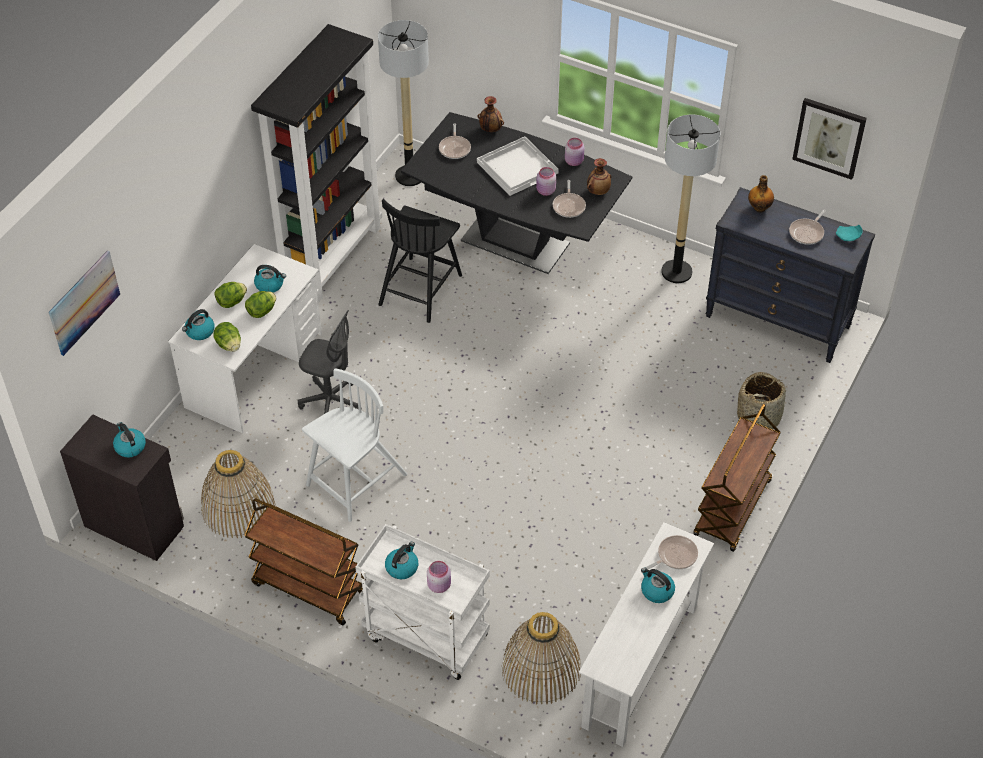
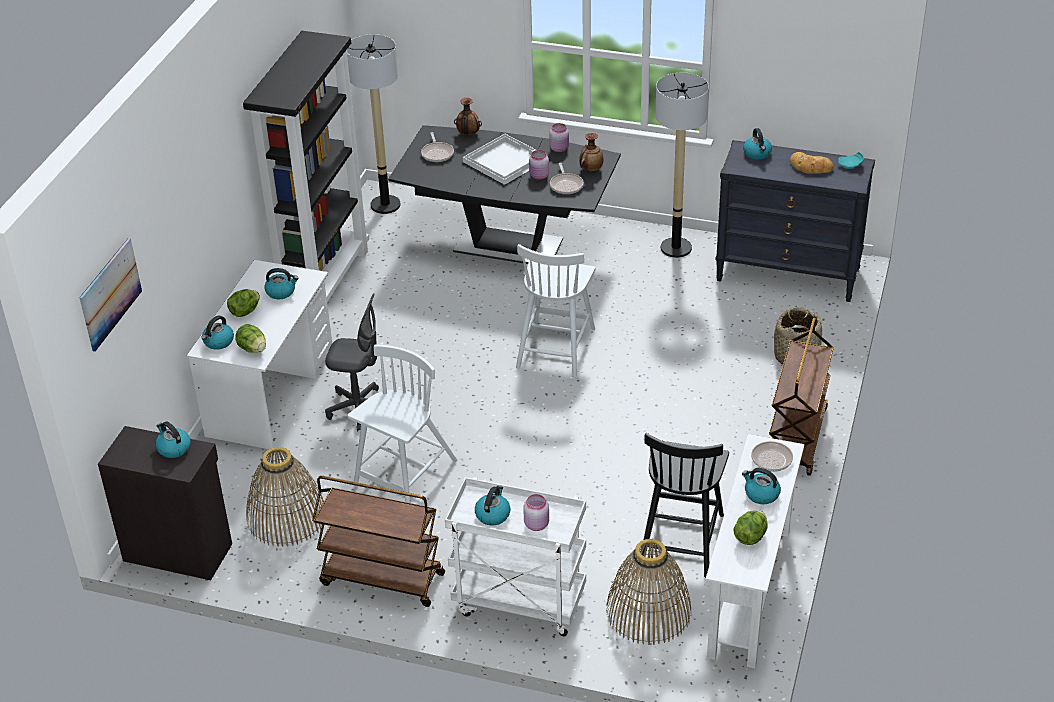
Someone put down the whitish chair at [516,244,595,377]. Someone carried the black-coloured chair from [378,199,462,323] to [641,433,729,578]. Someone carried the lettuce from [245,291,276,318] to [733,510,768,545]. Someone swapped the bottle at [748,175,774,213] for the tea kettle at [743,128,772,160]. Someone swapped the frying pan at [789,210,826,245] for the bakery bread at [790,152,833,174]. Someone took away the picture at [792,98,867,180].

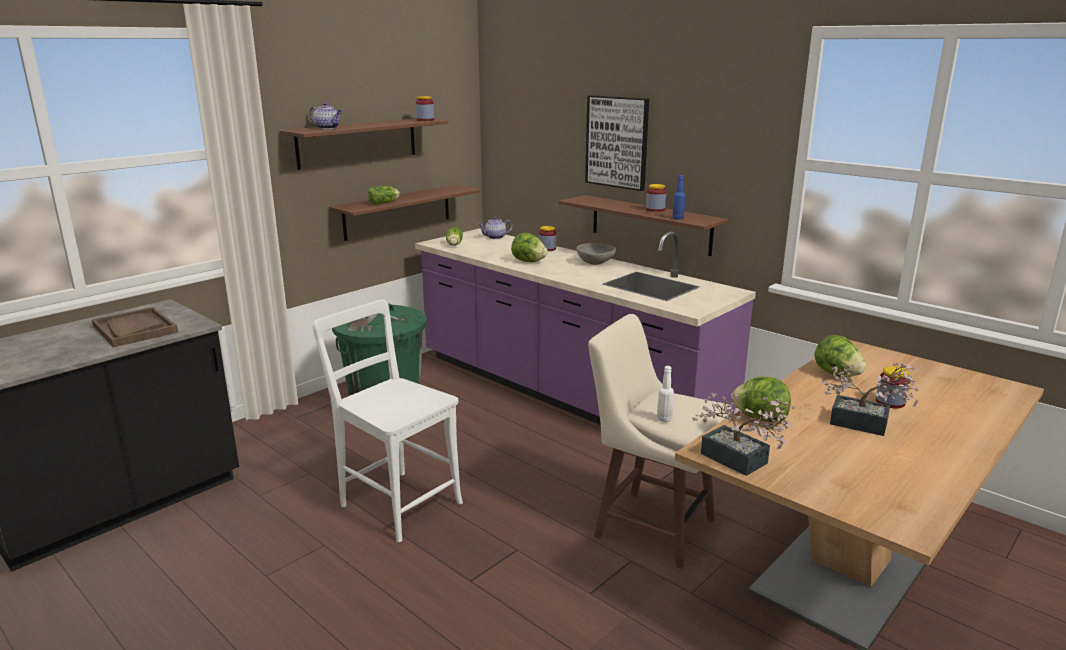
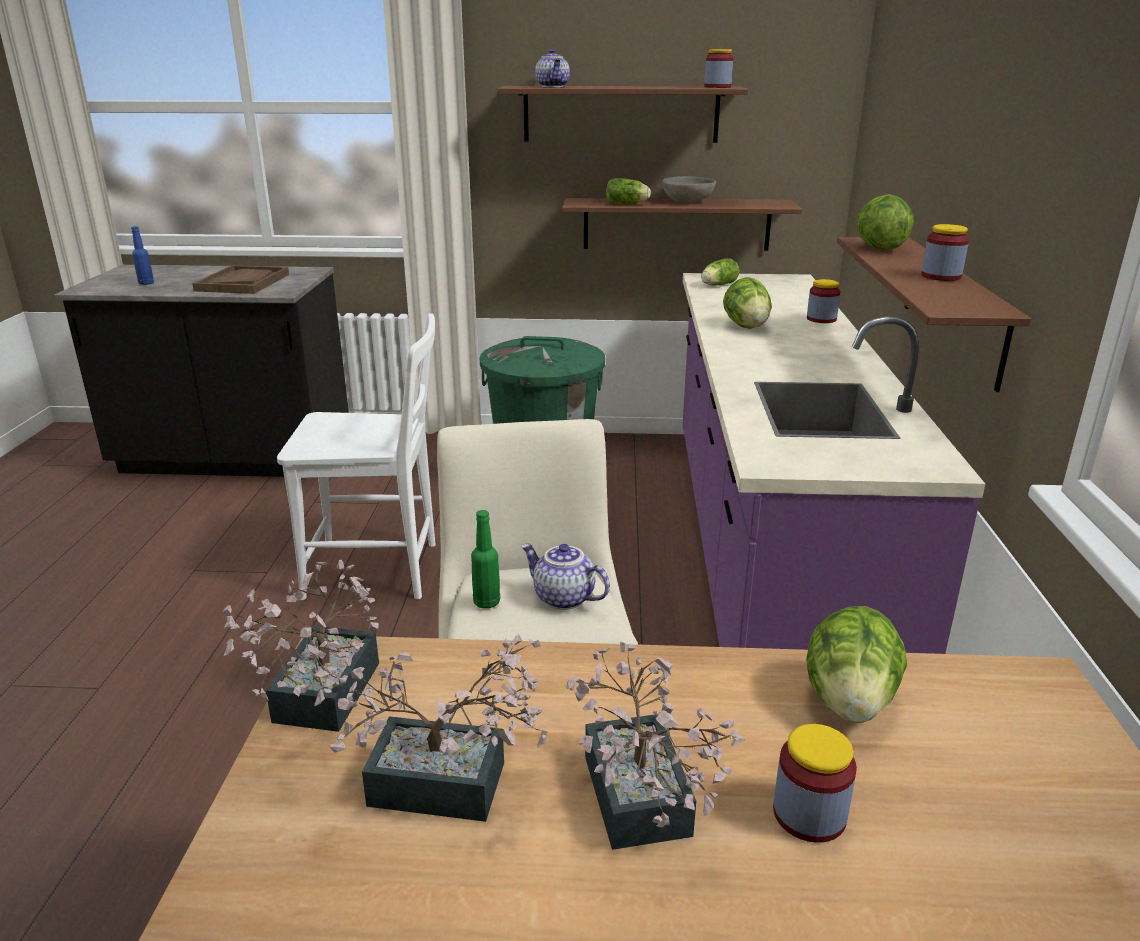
Someone carried the blue-coloured bottle from [672,175,685,219] to [131,226,154,285]. Someone rotated the whitish chair at [313,299,463,542] by 90 degrees clockwise. Someone put down the plant in a pot at [330,634,547,822]. Someone repainted the whitish bottle at [657,366,674,422], which became the green bottle at [471,510,500,609]. Someone carried the tea pot from [478,217,513,239] to [521,544,610,610]. Someone carried the gray deep dish from [576,243,616,265] to [662,176,716,203]. Someone carried the lettuce from [731,376,791,422] to [856,194,914,250]. Someone took away the picture at [585,95,649,191].

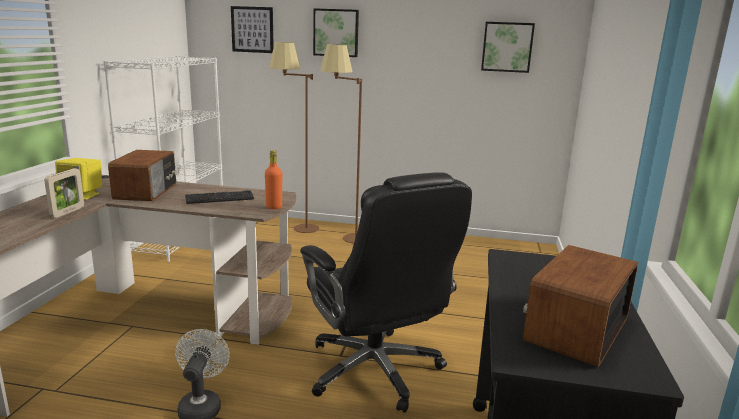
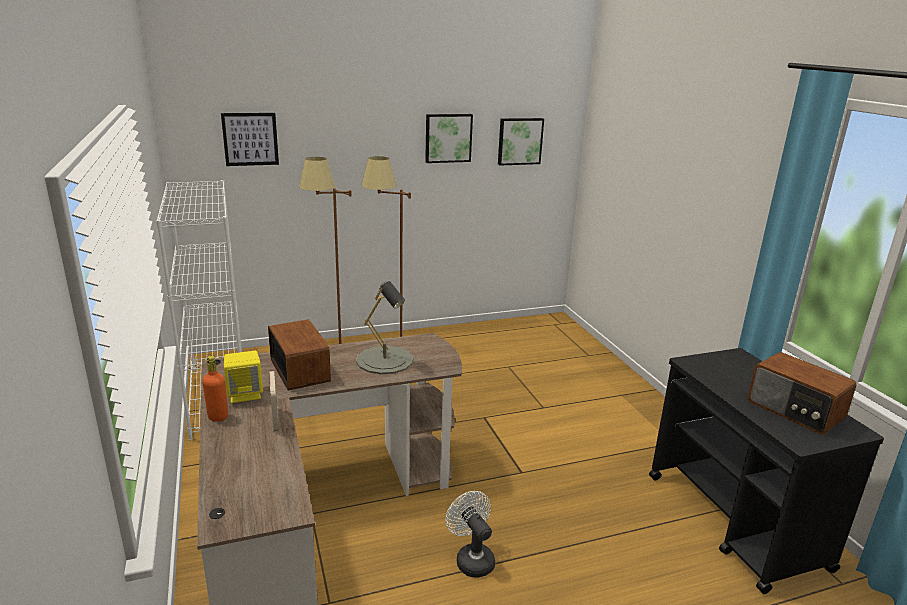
Someone carried the orange bottle from [265,150,282,209] to [202,356,228,422]. Someone swapped the PC keyboard at [185,190,254,204] for the gray tabletop lamp at [356,281,413,374]. Someone carried the picture from [313,8,359,57] to [425,114,473,163]. Someone rotated the radio at [523,245,638,367] by 45 degrees counterclockwise. Someone took away the black-coloured computer chair at [300,172,472,413].

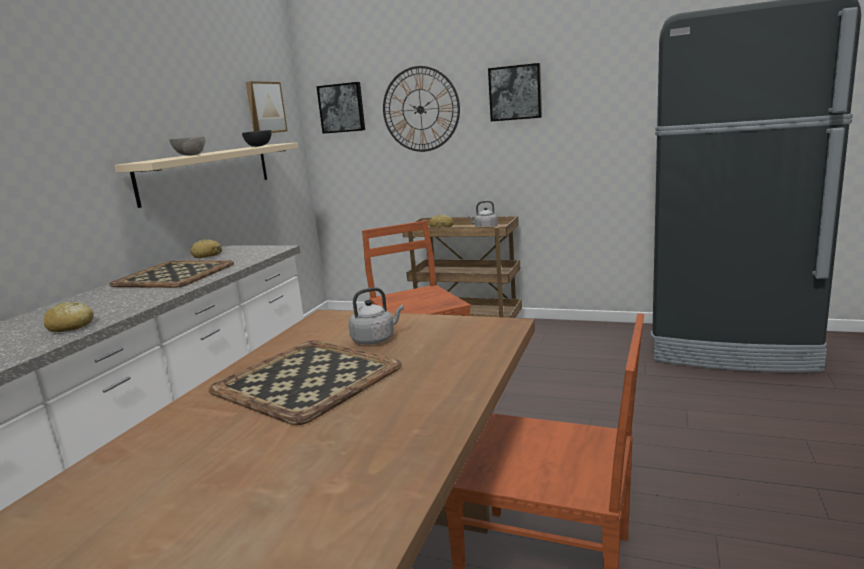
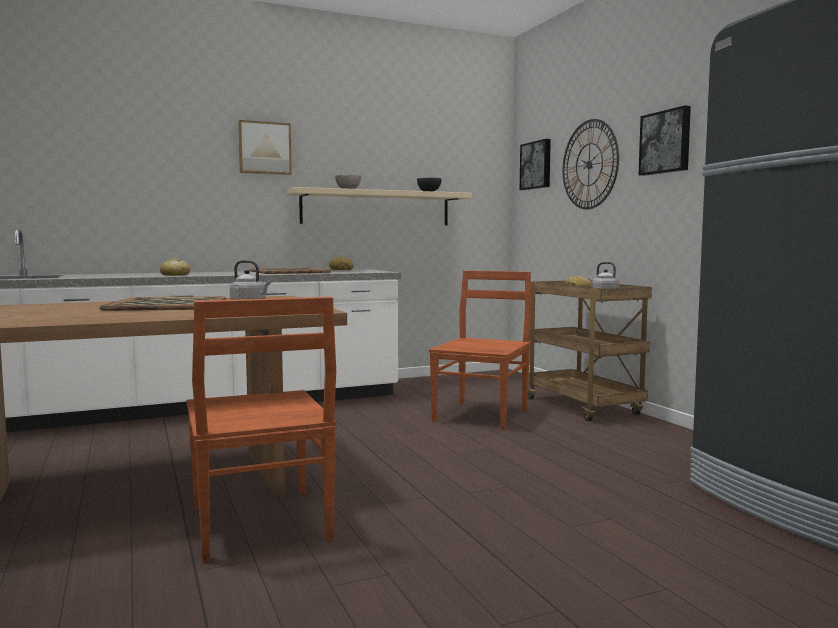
Someone carried the picture from [246,81,287,133] to [238,120,292,175].

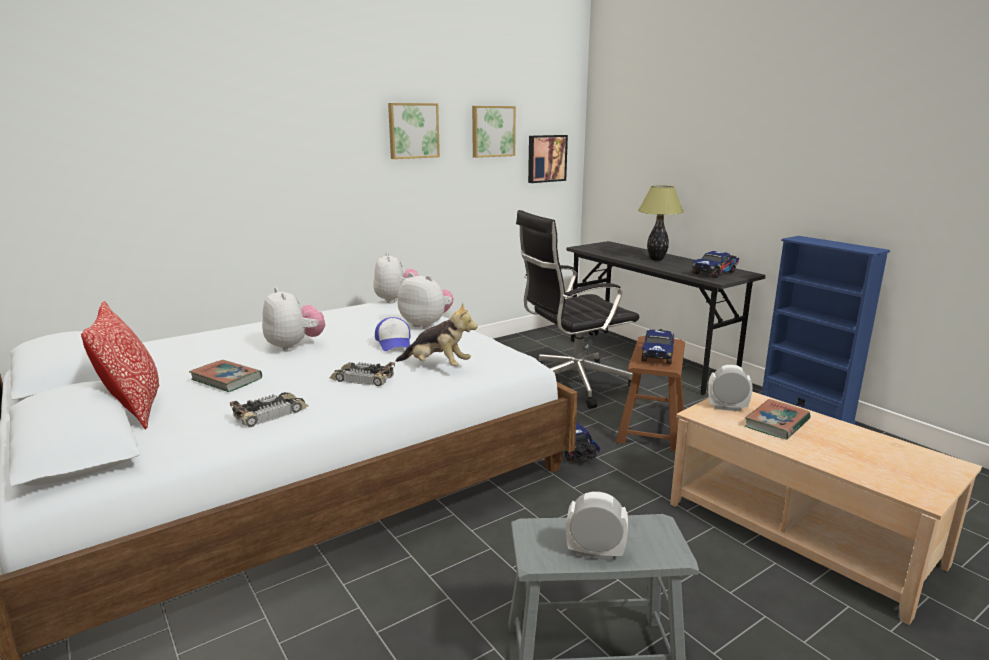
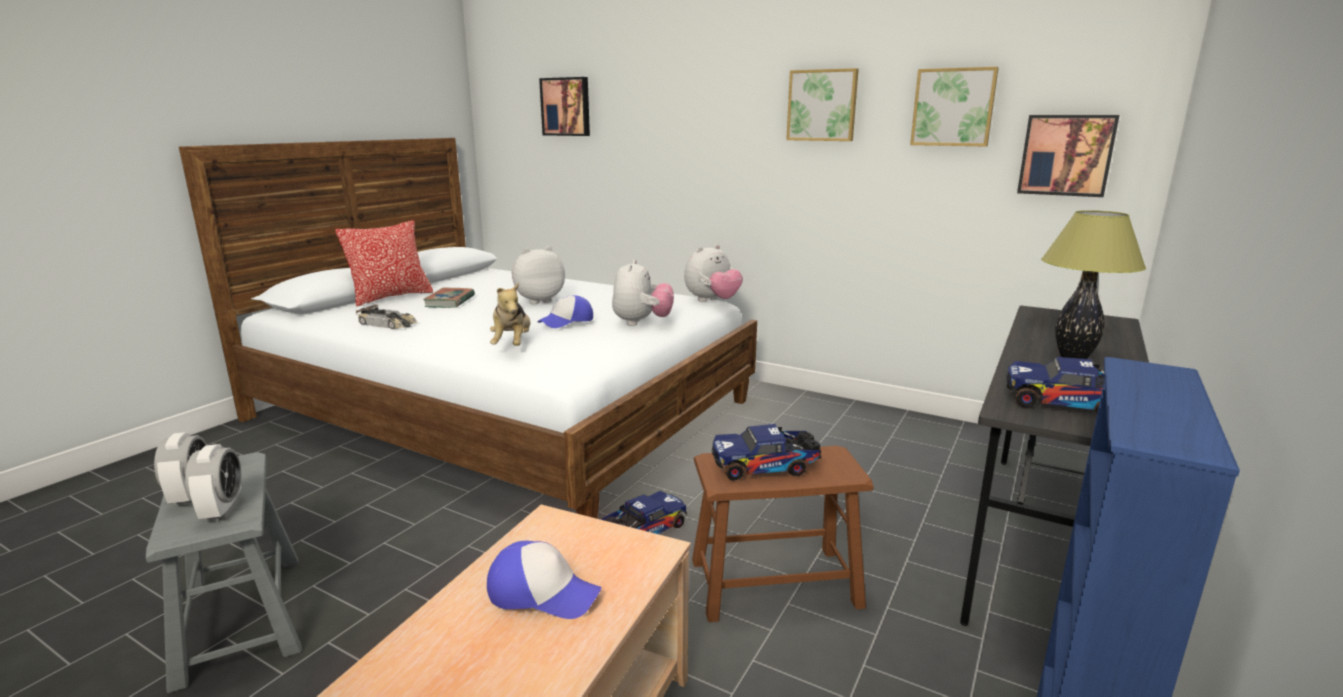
Someone carried the alarm clock from [708,365,753,411] to [185,444,241,521]. Someone swapped the book at [745,399,811,439] for the peaked cap at [487,541,602,619]. Someone rotated the soft toy at [262,287,325,352] by 150 degrees counterclockwise. Someone put up the picture at [539,77,590,136]. Someone took away the miniature car at [329,362,395,386]. Someone took away the black-coloured computer chair at [516,210,639,409].

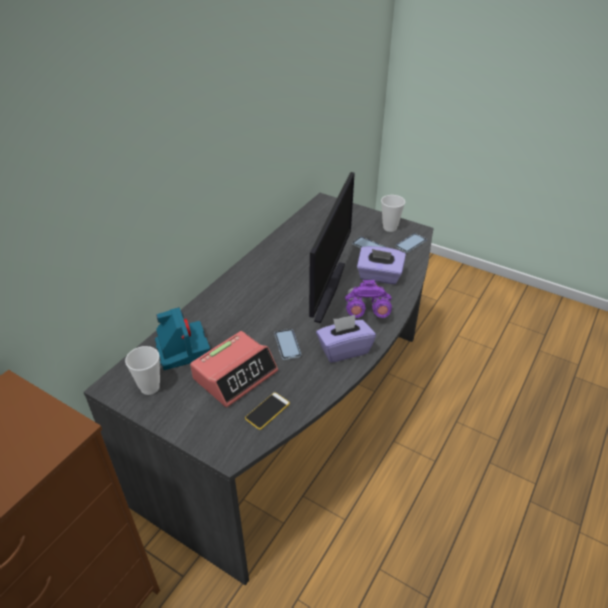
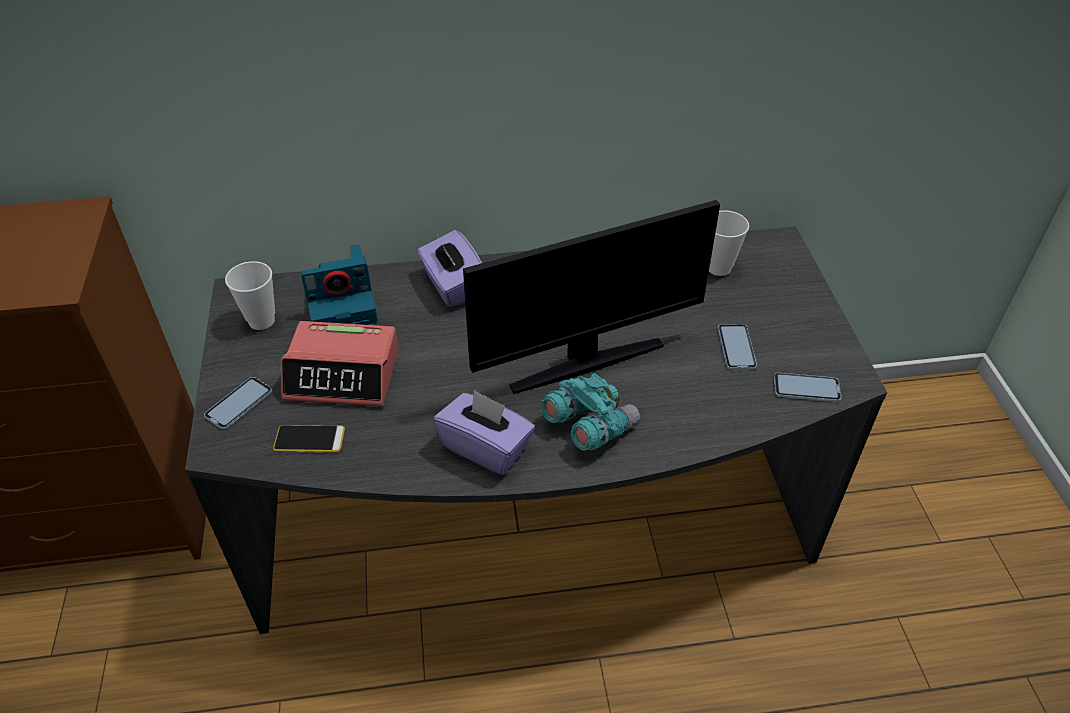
Someone carried the handset from [274,329,301,360] to [204,377,272,430]. Someone rotated the photo camera at [155,307,210,370] by 45 degrees clockwise. Someone carried the purple box of tissues from [357,246,406,284] to [418,230,482,307]. Someone repainted the purple pair of binoculars at [345,280,392,318], which became the turquoise-coloured pair of binoculars at [541,373,640,451]. Someone carried the small cup from [381,195,405,232] to [709,210,749,276].

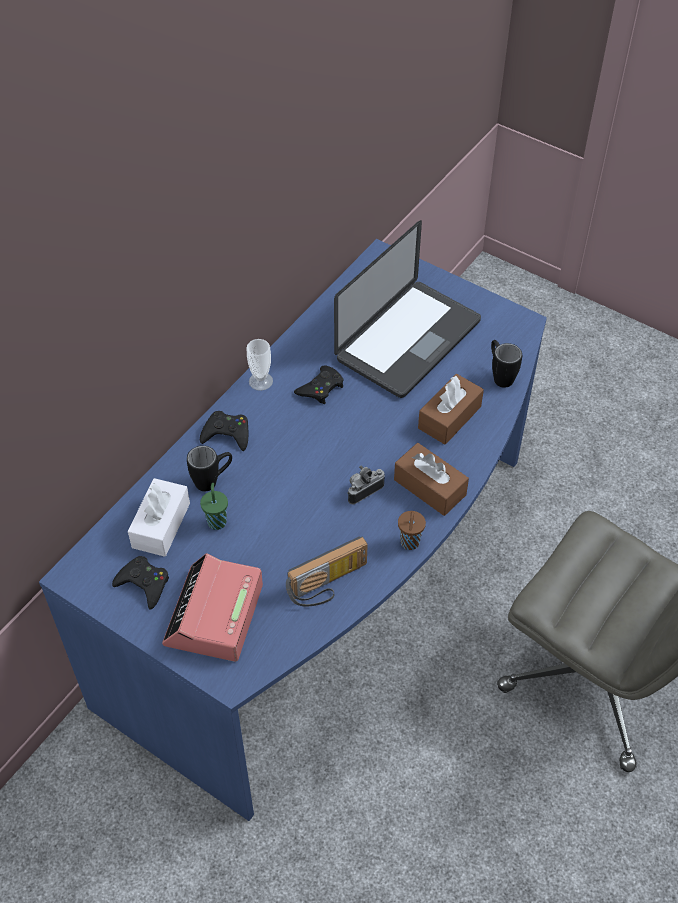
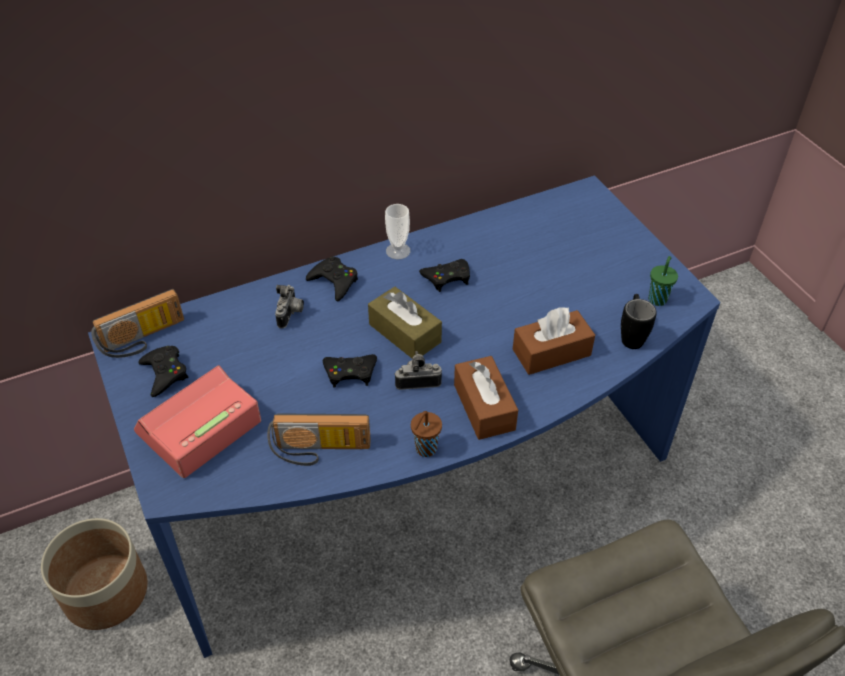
Someone put down the planter at [41,518,147,630]. Someone put down the radio at [91,289,184,358]. Someone swapped the black-coloured tea mug at [187,446,232,491] for the photo camera at [275,285,304,329]. Someone put down the black-coloured game controller at [323,354,377,388]. Someone put down the brown box of tissues at [368,287,442,358]. Someone carried the green small cup from [200,483,228,530] to [649,256,678,306]. Someone took away the whitish box of tissues at [128,478,190,557]. Someone took away the laptop at [334,220,481,398].

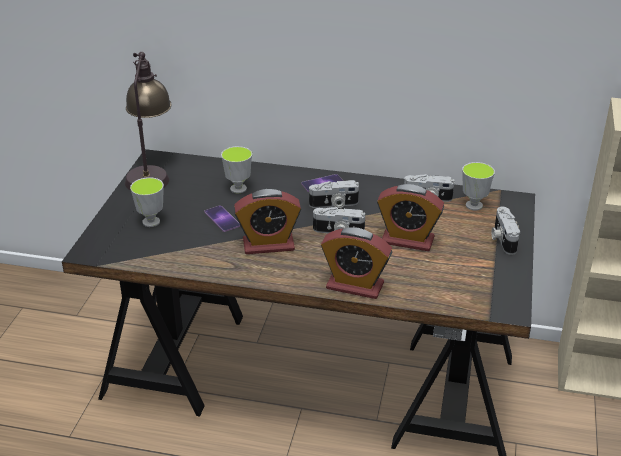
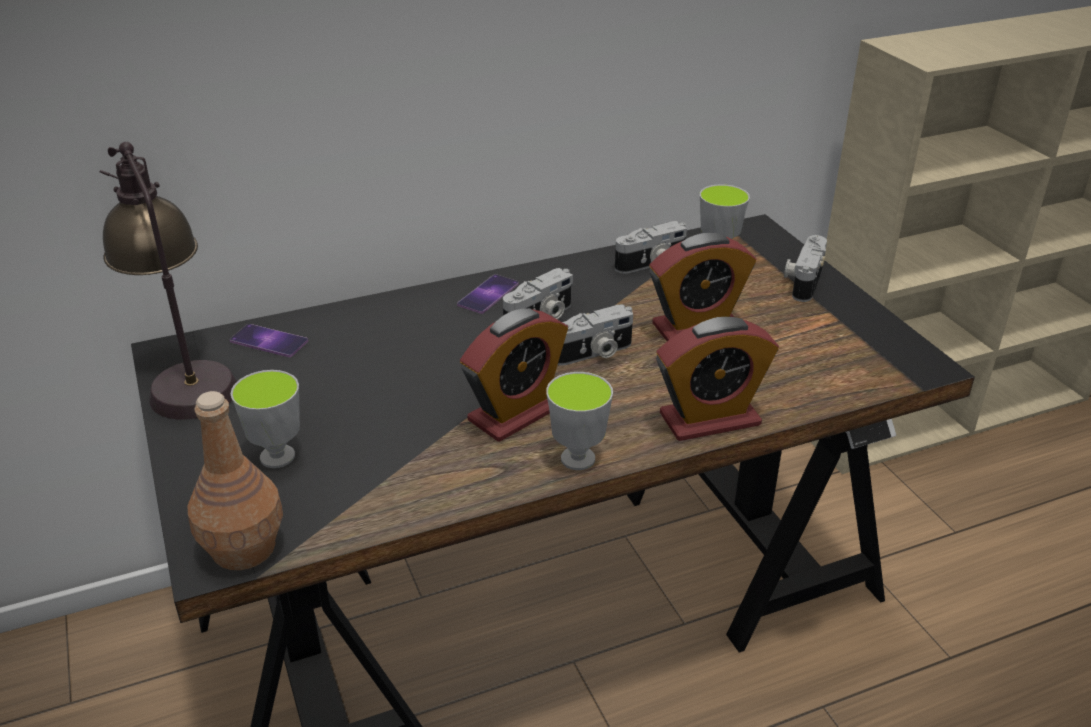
Someone put down the brown bottle at [188,391,283,570]. Someone carried the handset from [204,205,240,232] to [230,324,308,357]. Someone carried the small cup from [221,146,252,193] to [546,372,613,470]. Someone rotated the photo camera at [491,207,520,255] by 60 degrees clockwise.

